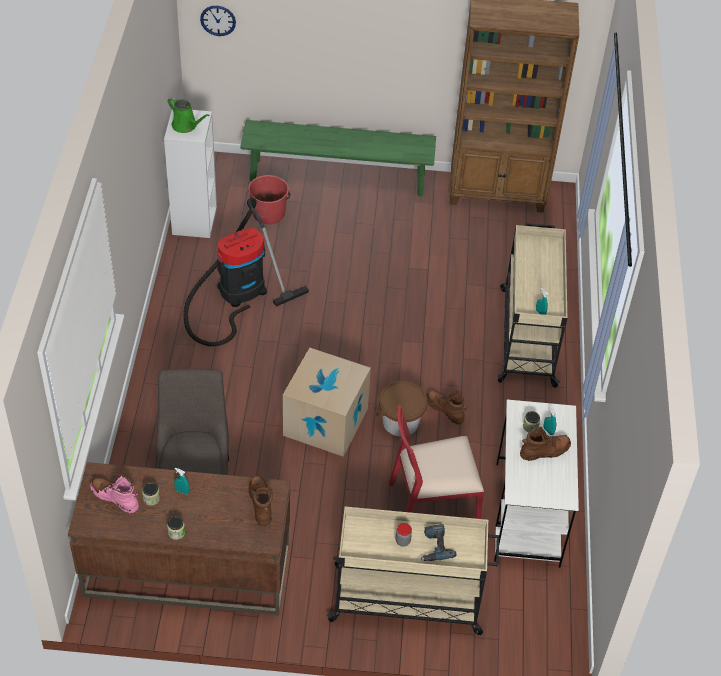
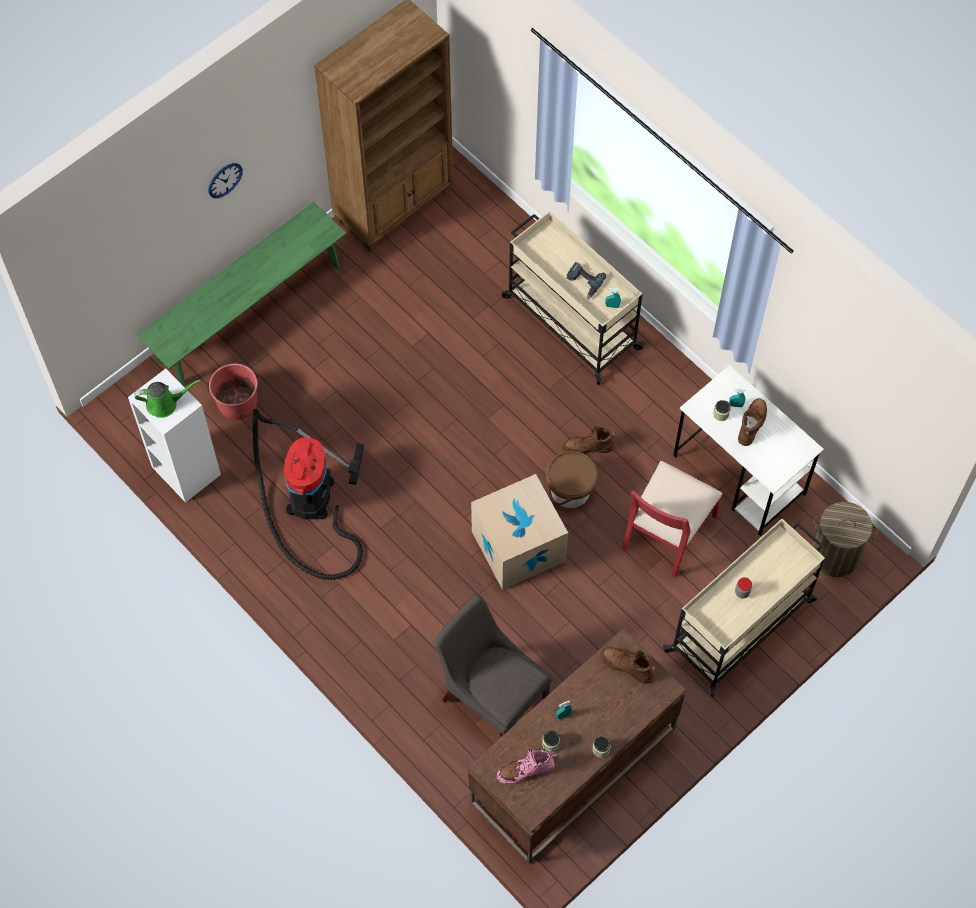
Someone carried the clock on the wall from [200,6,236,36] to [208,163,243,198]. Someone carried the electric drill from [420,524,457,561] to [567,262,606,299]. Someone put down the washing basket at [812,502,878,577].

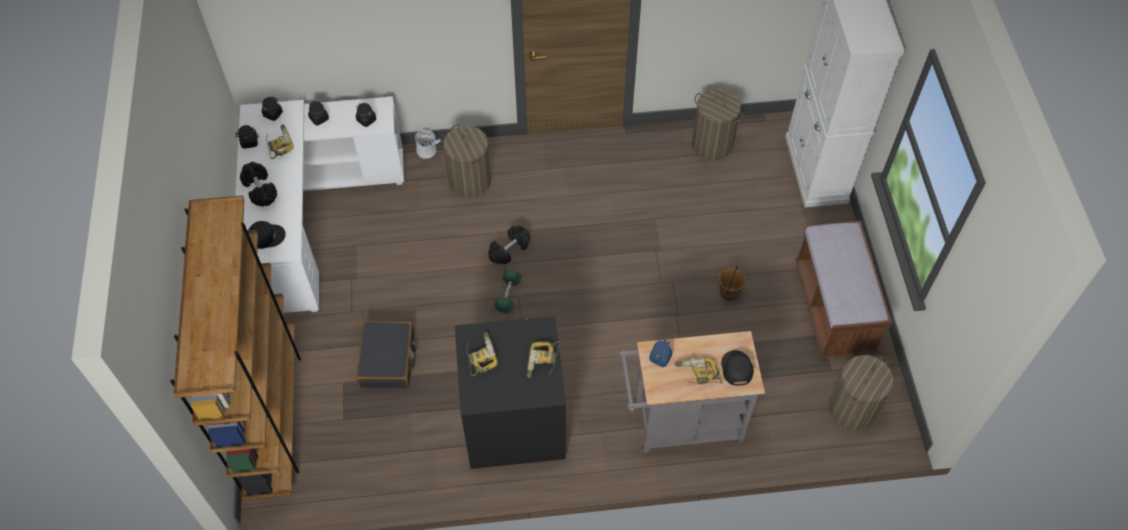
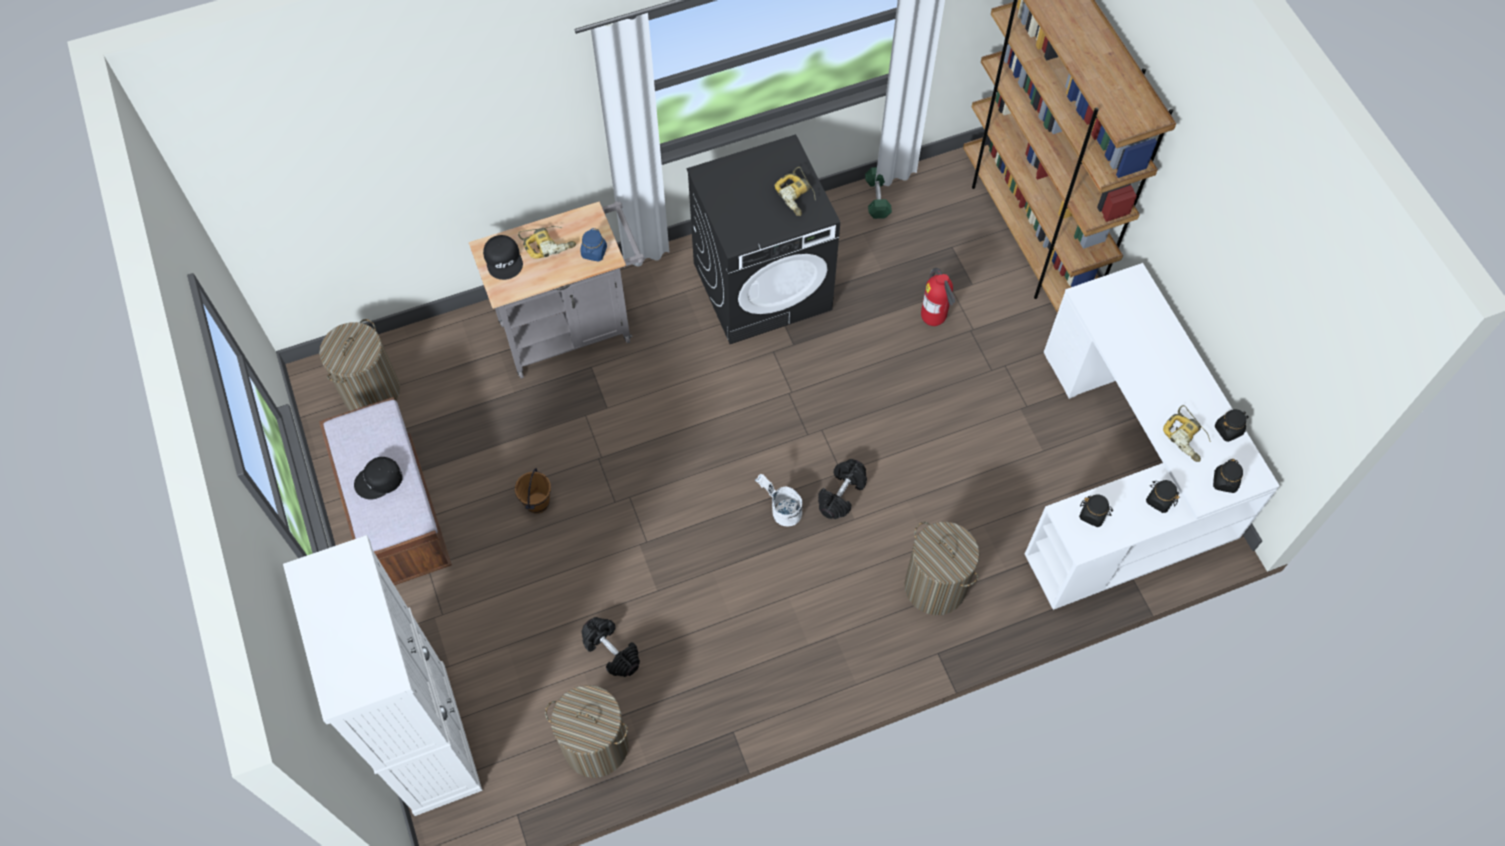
Someone carried the black-coloured peaked cap from [249,221,286,249] to [354,457,403,499]. Someone carried the black-coloured dumbbell from [240,162,277,207] to [581,617,640,677]. Someone carried the whitish pail from [415,130,442,159] to [755,474,802,526]. Someone carried the green dumbbell from [494,269,522,313] to [865,167,892,219]. Someone swapped the black-coloured travel case at [356,321,416,389] for the extinguisher at [921,268,955,326]. Someone took away the electric drill at [527,341,561,378].

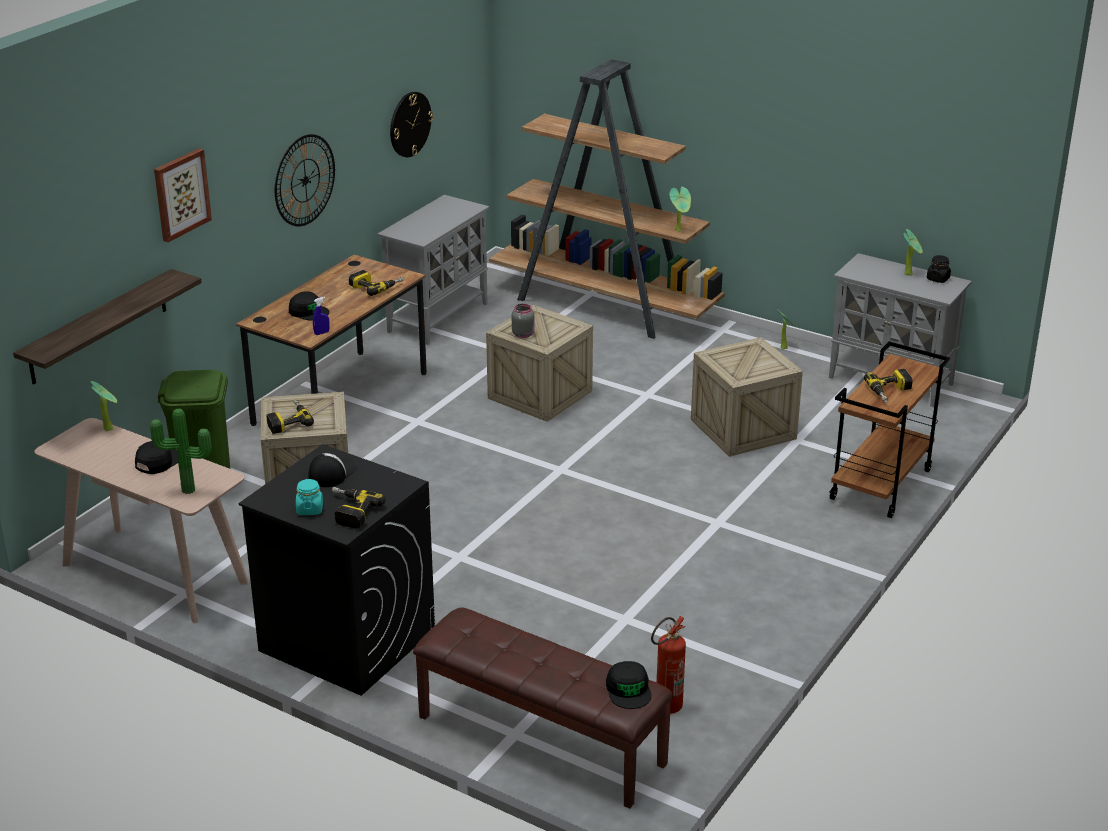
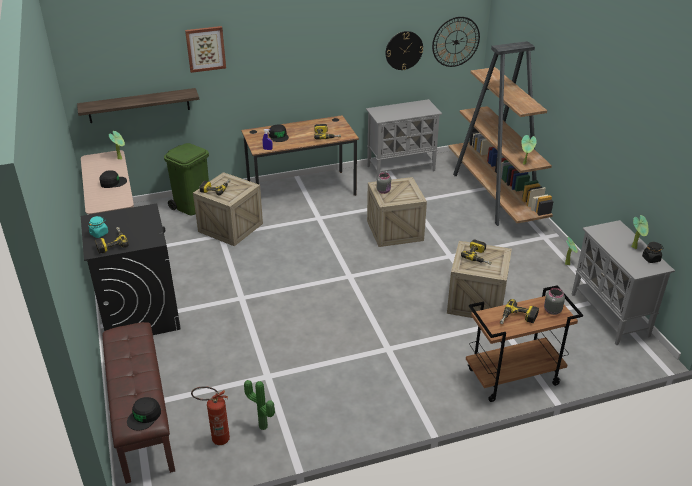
Someone carried the plant in a pot from [150,409,212,494] to [244,380,275,430]. Someone carried the clock on the wall from [275,134,335,226] to [432,17,480,67]. Someone put down the electric drill at [461,239,492,265]. Someone put down the gray storage jar at [544,288,565,315]. Someone took away the peaked cap at [309,453,357,487].

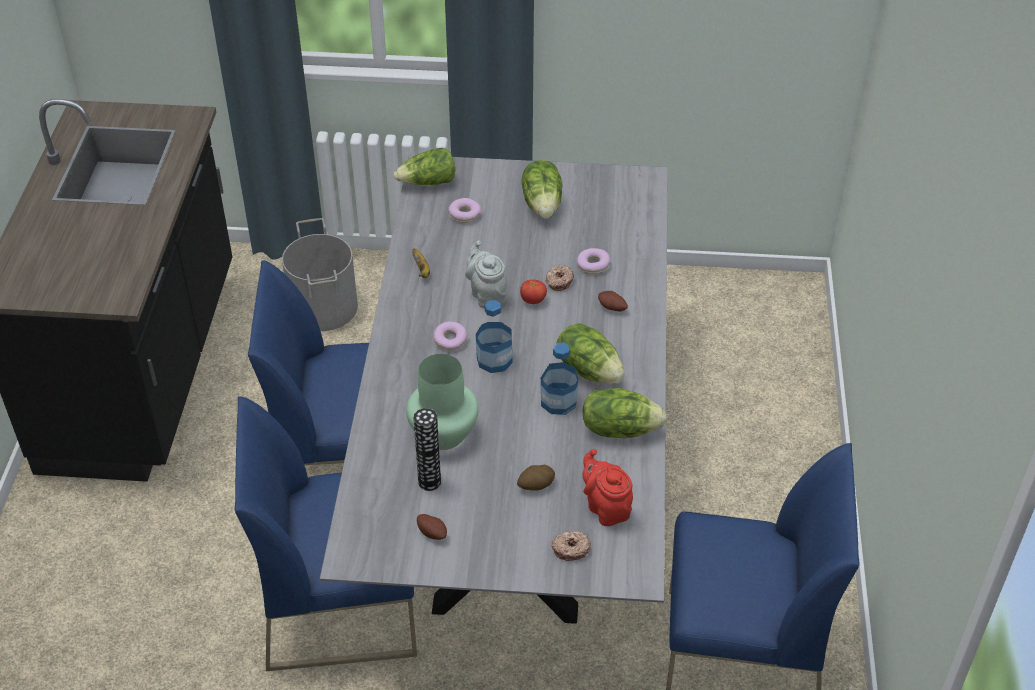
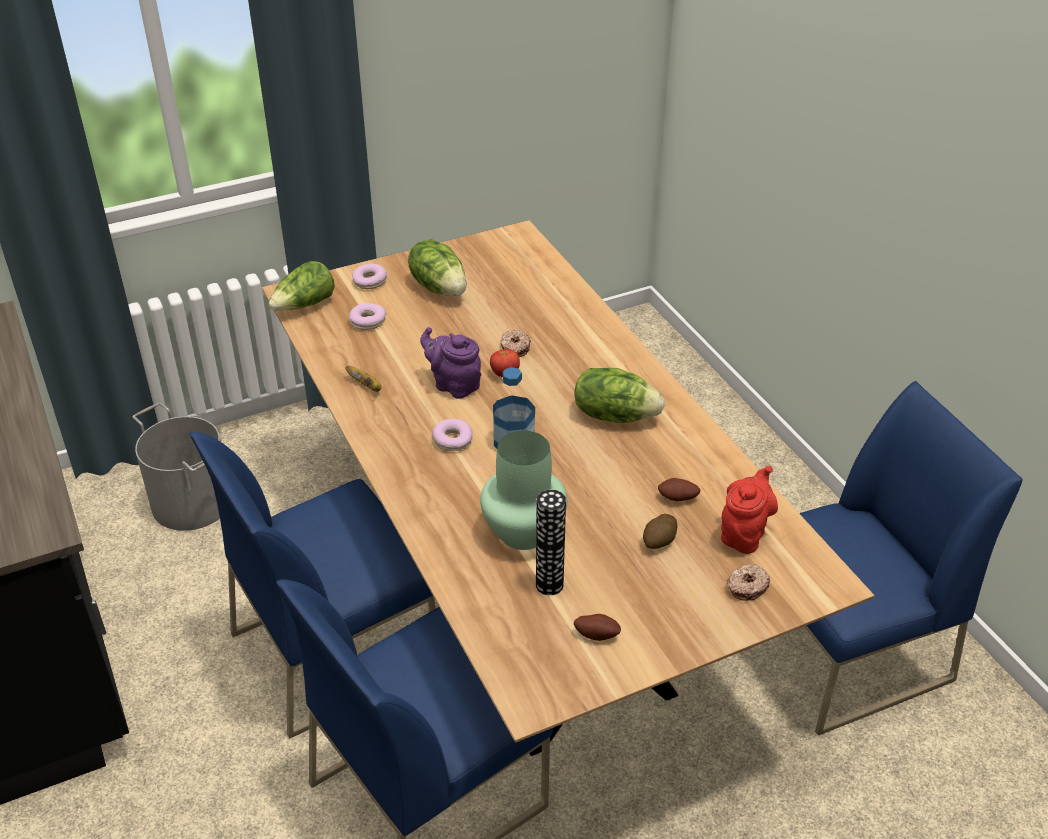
Someone repainted the gray dining table at [320,155,668,624], which became the brown dining table at [262,220,875,756]. Someone carried the ring doughnut from [577,248,610,274] to [352,264,387,289]. Someone repainted the gray tea pot at [465,240,507,308], which became the purple tea pot at [420,327,481,399]. Someone carried the spud from [598,291,628,311] to [658,478,701,502]. Someone rotated the red tea pot at [582,449,633,526] by 90 degrees clockwise. Someone took away the bottle at [541,342,578,415]. Someone took away the lettuce at [582,388,667,438].

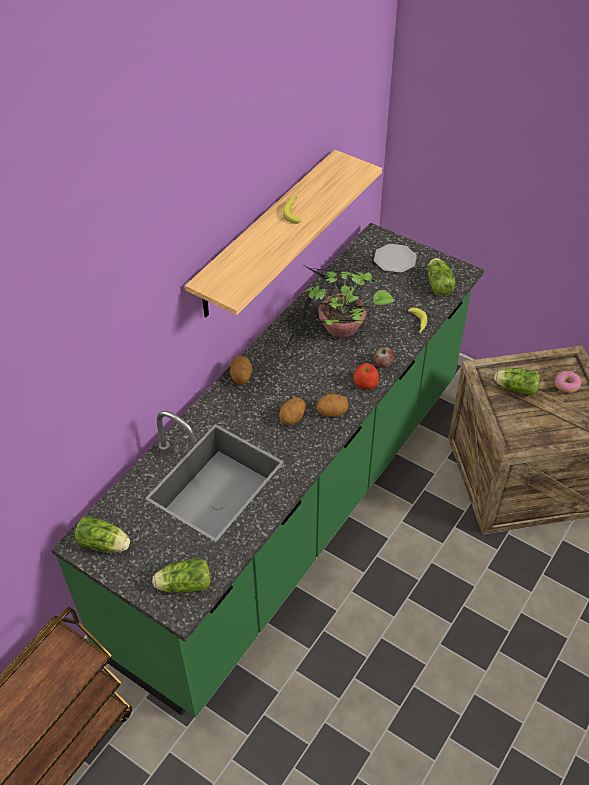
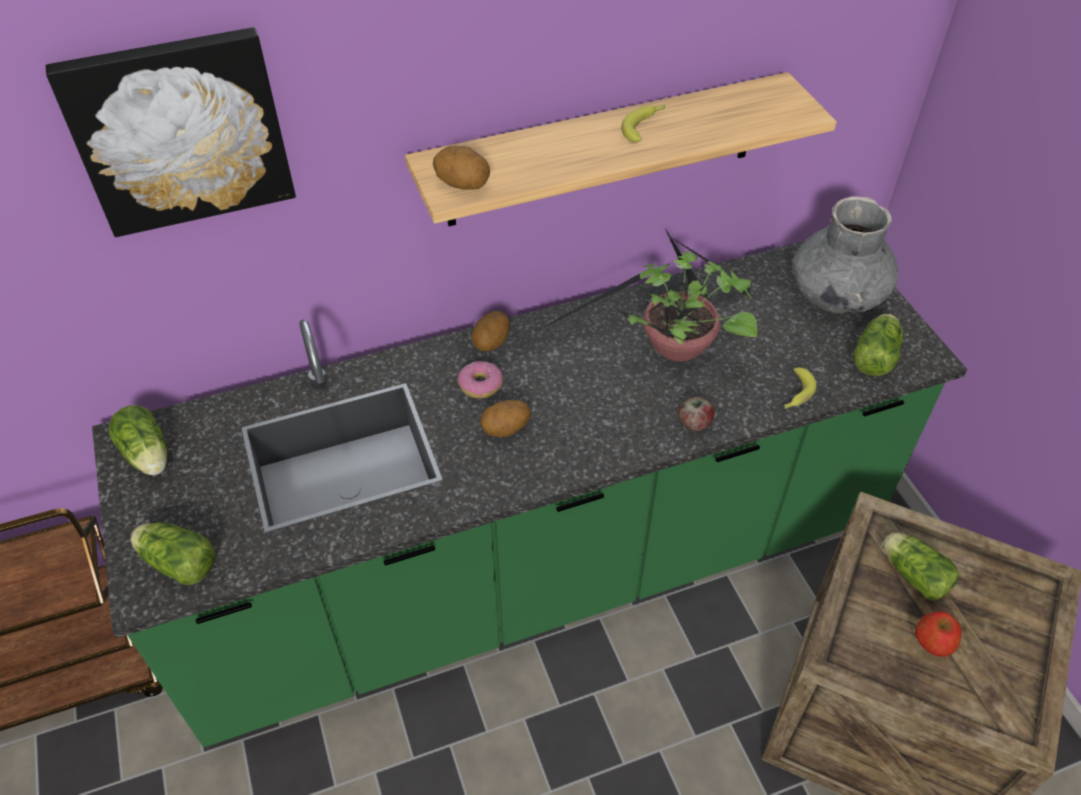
Someone put up the picture at [46,27,296,237]. Someone carried the spud from [316,394,349,417] to [433,146,490,190]. Someone carried the ring doughnut from [555,371,581,393] to [458,361,503,398]. Someone swapped the plate at [374,244,417,273] for the gray vase at [793,196,898,314]. Someone carried the apple fruit from [353,363,379,390] to [915,612,962,657].

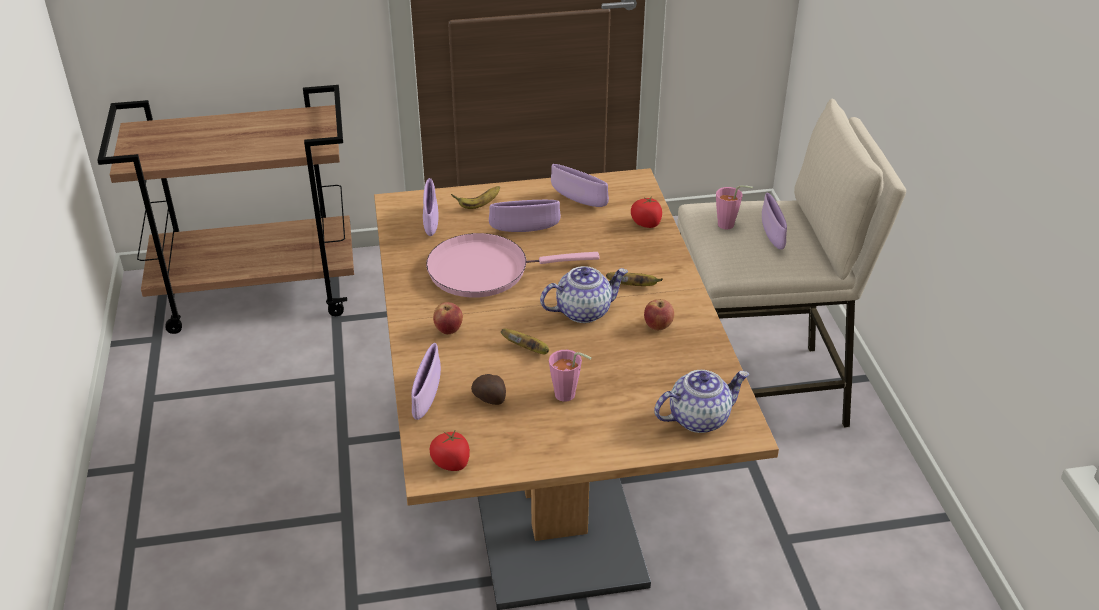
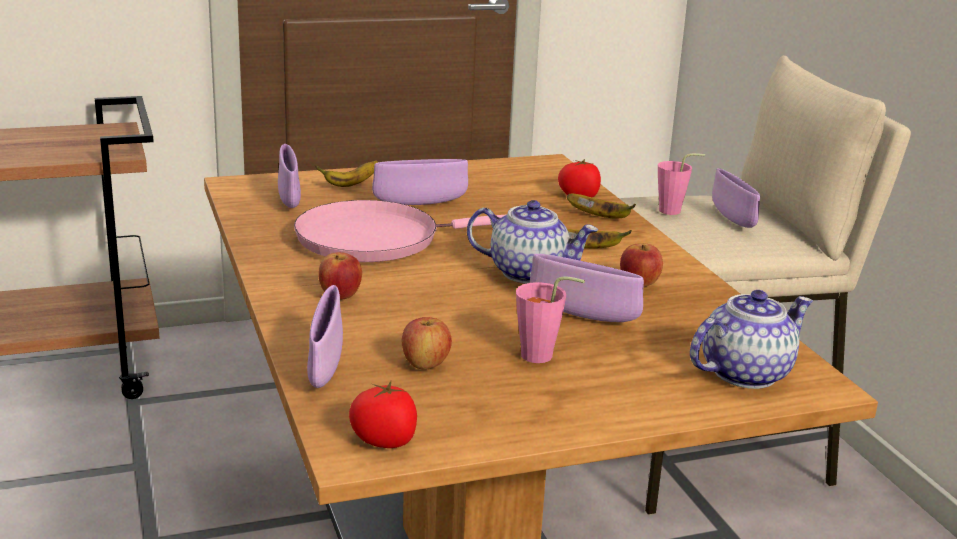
Someone swapped the spud at [471,374,506,405] for the apple fruit at [402,317,452,370]. Someone rotated the tea pot at [540,266,628,323] by 45 degrees clockwise. Someone carried the purple deep dish from [551,164,609,207] to [530,254,644,322]. Someone carried the whole banana from [501,329,549,354] to [567,194,636,219].

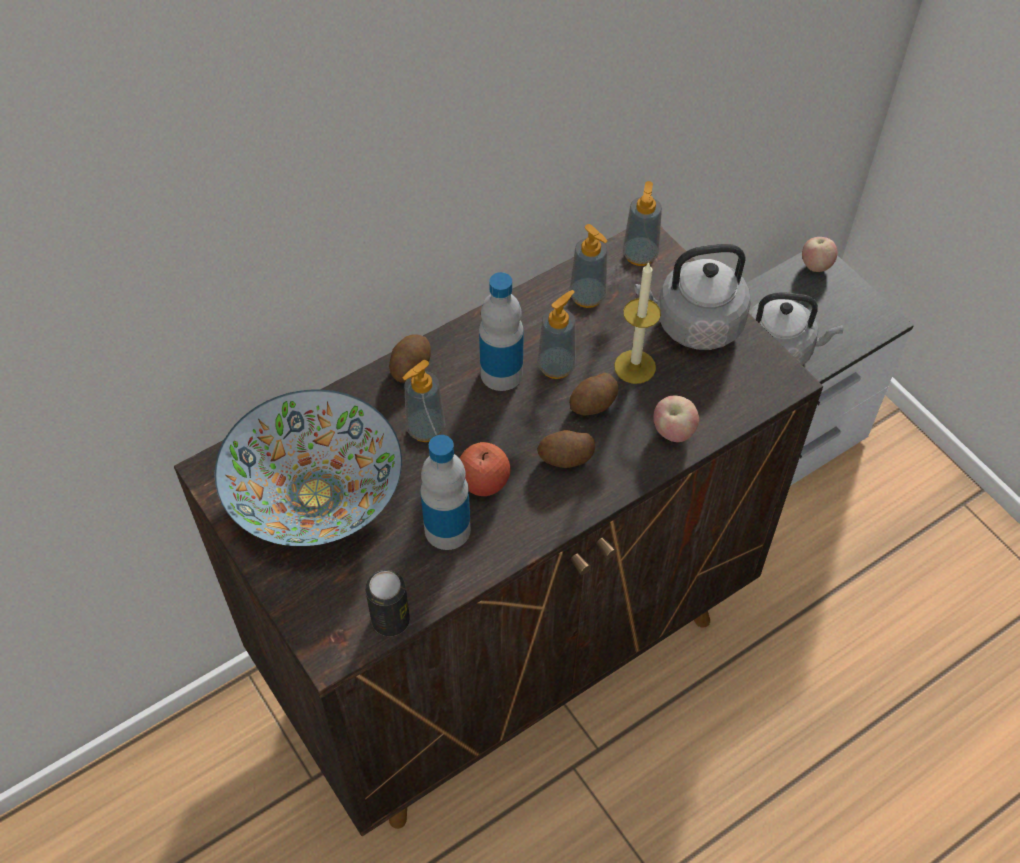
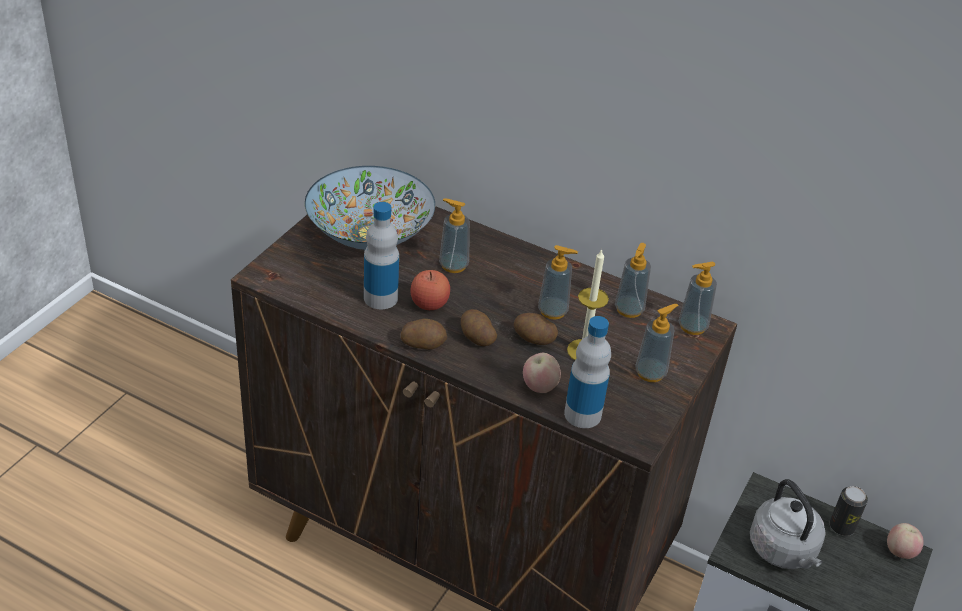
Someone carried the spud from [389,335,431,383] to [401,319,447,350]. Someone carried the bottle from [479,272,524,391] to [564,316,611,428]. Someone swapped the gray tea kettle at [634,244,751,350] for the soap dispenser at [635,304,679,382]. Someone carried the sealed can from [365,570,410,636] to [830,486,868,536].

